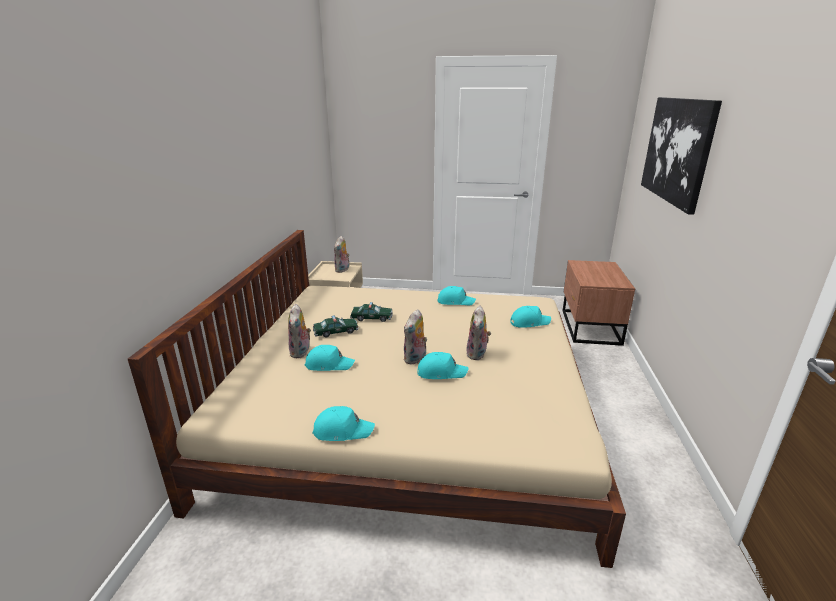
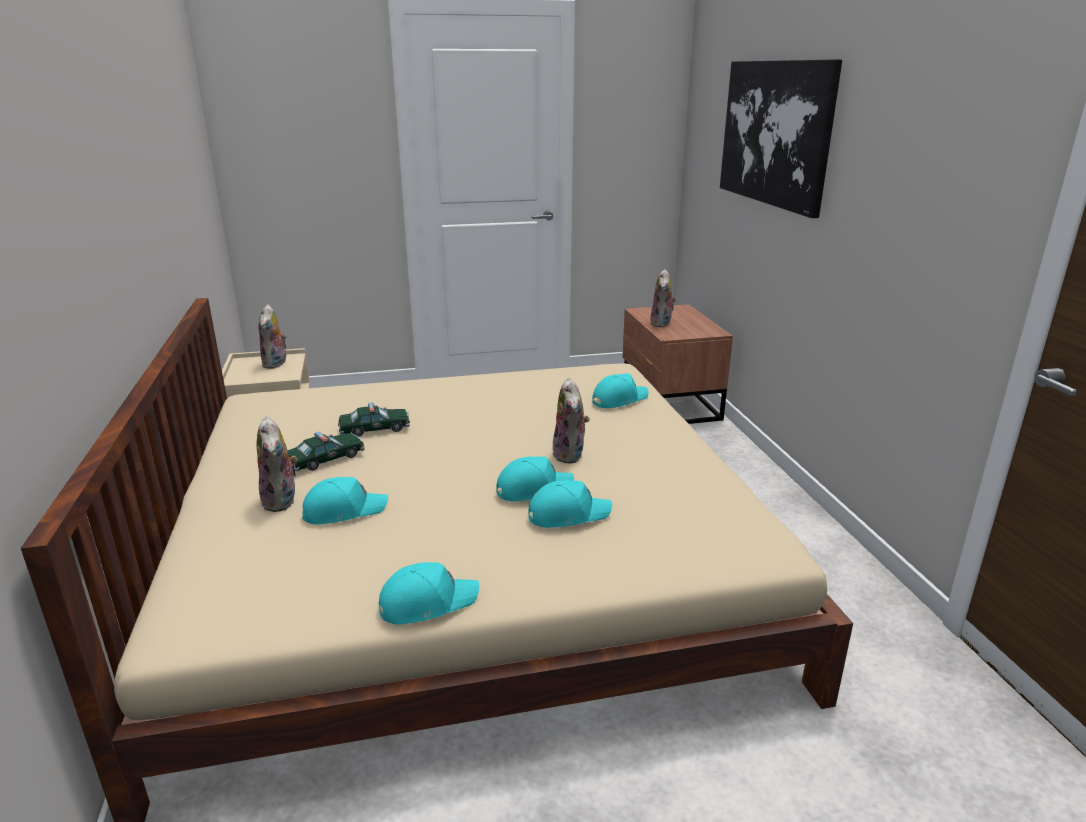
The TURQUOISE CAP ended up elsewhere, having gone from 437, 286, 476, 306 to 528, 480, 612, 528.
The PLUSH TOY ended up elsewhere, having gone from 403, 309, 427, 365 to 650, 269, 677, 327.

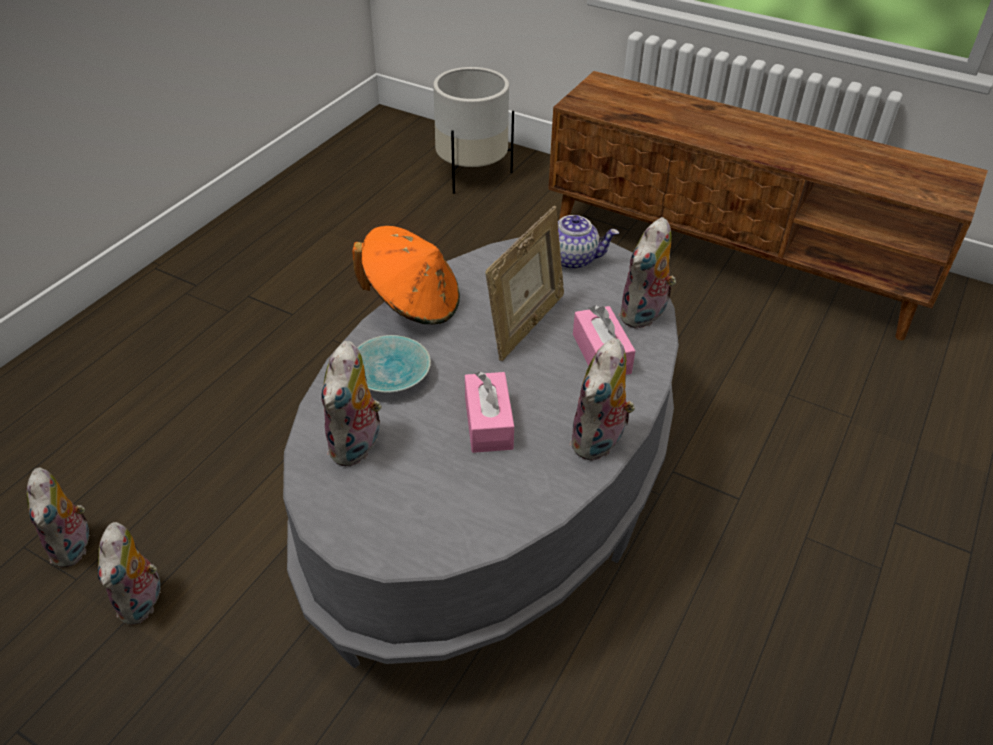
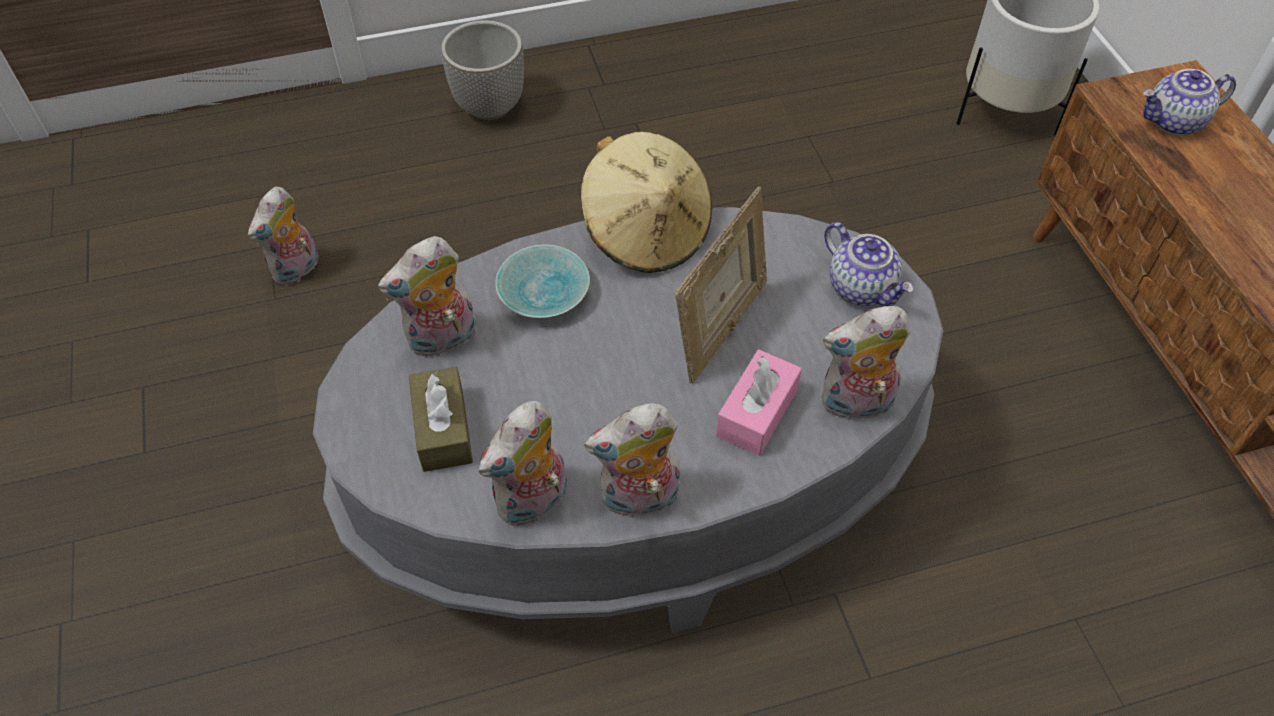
The PICTURE FRAME at 485, 206, 564, 361 ended up facing another way, 45 degrees counterclockwise from before.
What was the ORANGE HAT at 352, 226, 460, 325 turned into the BEIGE HAT at 581, 132, 712, 273.
The second view lost the PINK TISSUE BOX at 465, 371, 514, 453.
The PLUSH TOY ended up elsewhere, having gone from 98, 522, 165, 625 to 479, 401, 567, 527.
The second view gained the PLANTER at 441, 20, 524, 120.
The second view gained the TEAPOT at 1143, 69, 1236, 135.
The second view gained the BROWN TISSUE BOX at 409, 367, 473, 472.

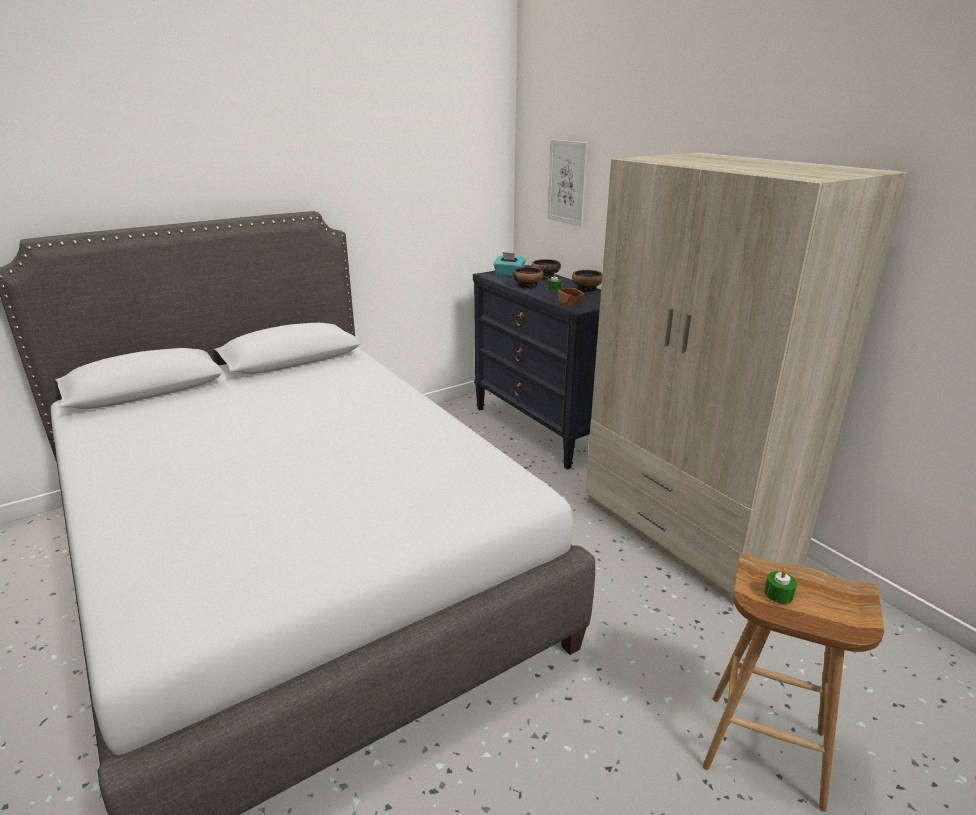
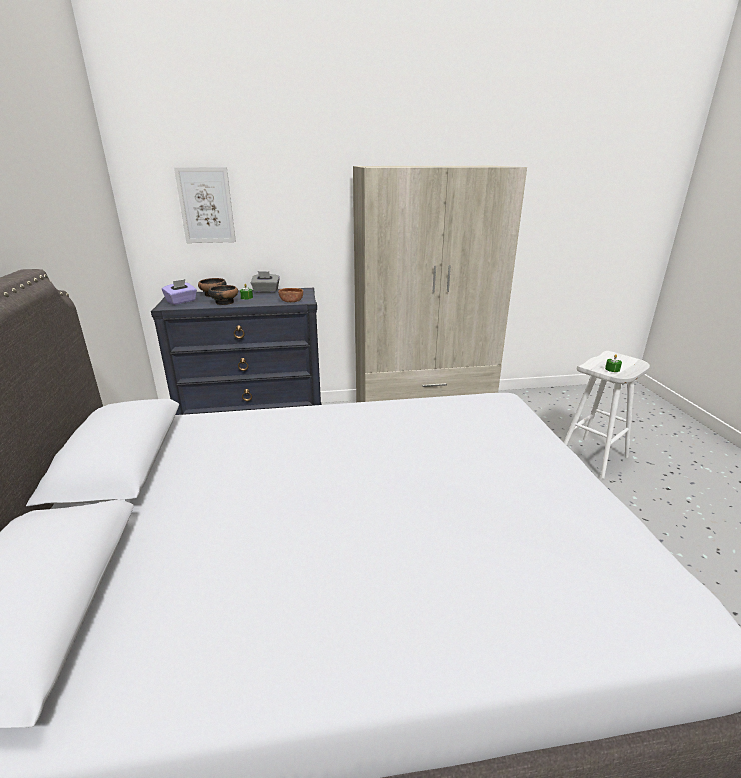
What was the TURQUOISE TISSUE BOX at 493, 252, 526, 276 turned into the PURPLE TISSUE BOX at 162, 279, 197, 305.
Where the BOWL stood at 572, 270, 602, 292, the GREY TISSUE BOX came to stand at 251, 271, 280, 293.
What was the BROWN STOOL at 703, 552, 884, 812 turned into the WHITE STOOL at 564, 351, 650, 479.

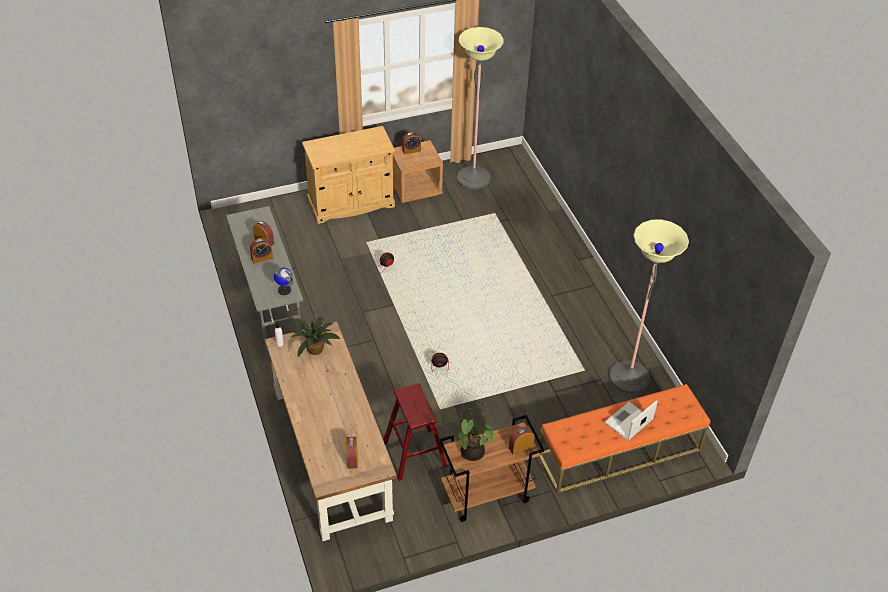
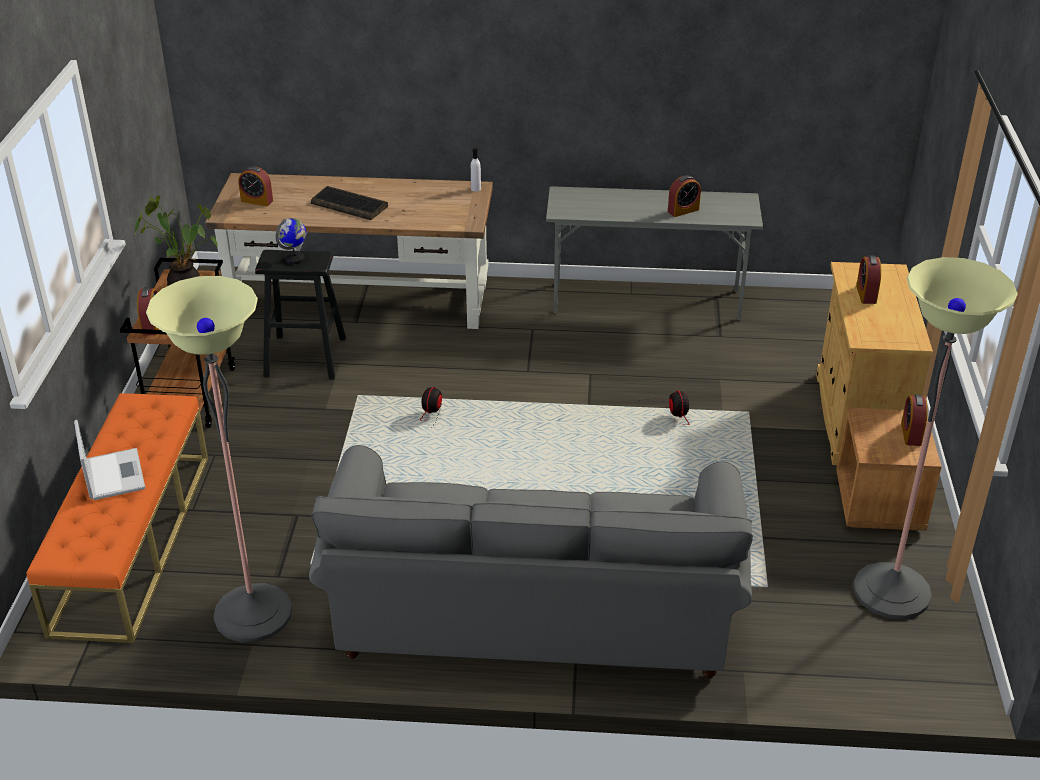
The ALARM CLOCK ended up elsewhere, having gone from 250, 238, 273, 264 to 856, 255, 881, 304.
The GLOBE ended up elsewhere, having gone from 274, 267, 293, 295 to 276, 218, 306, 264.
The second view lost the POTTED PLANT at 289, 317, 340, 357.
What was the RED STOOL at 383, 384, 447, 481 turned into the BLACK STOOL at 255, 250, 346, 380.
The second view gained the KEYBOARD at 311, 186, 388, 220.
The second view gained the GREY SOFA at 309, 445, 753, 678.

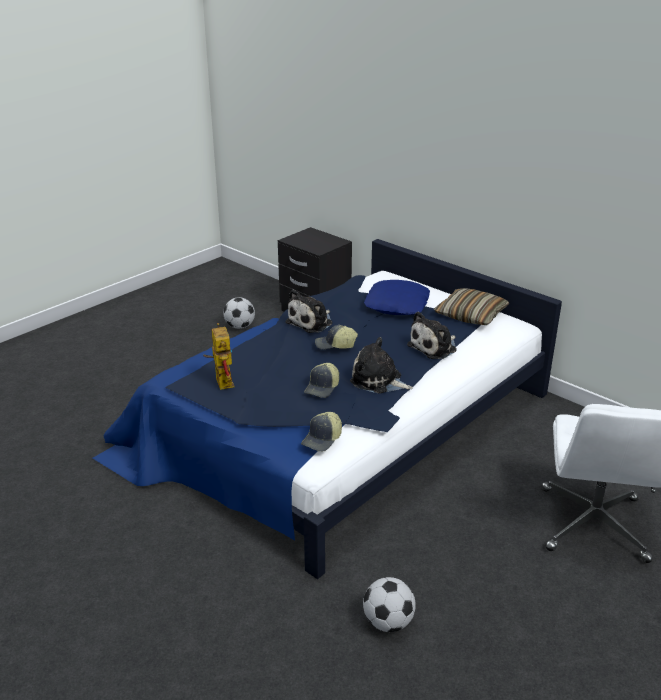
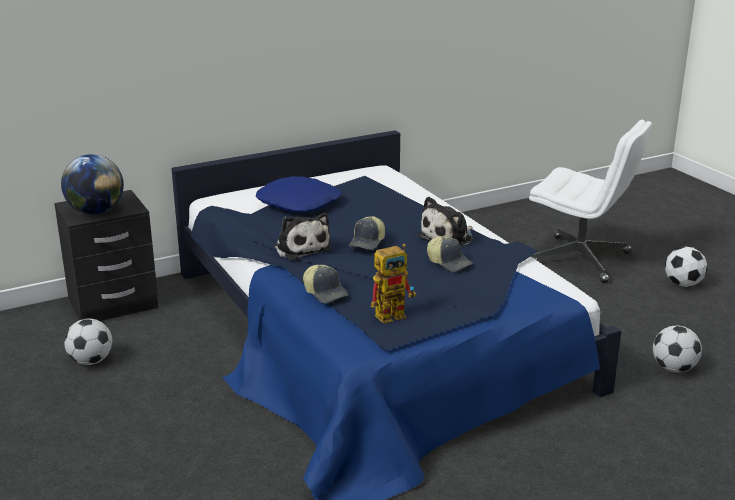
The second view lost the PILLOW at 434, 288, 509, 325.
The second view lost the PLUSH TOY at 407, 311, 457, 359.
The TOY ROBOT at 203, 323, 234, 390 ended up facing another way, 150 degrees clockwise from before.
The CAP ended up elsewhere, having gone from 301, 412, 342, 452 to 303, 265, 348, 303.
The second view gained the GLOBE at 61, 154, 124, 215.
The second view gained the FOOTBALL at 665, 246, 707, 287.

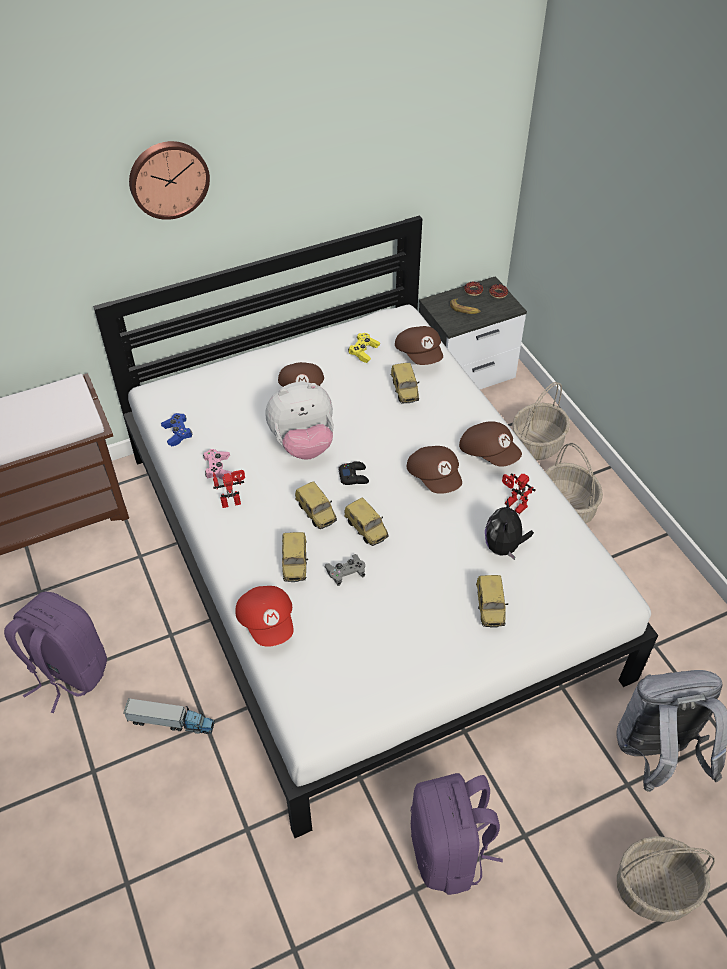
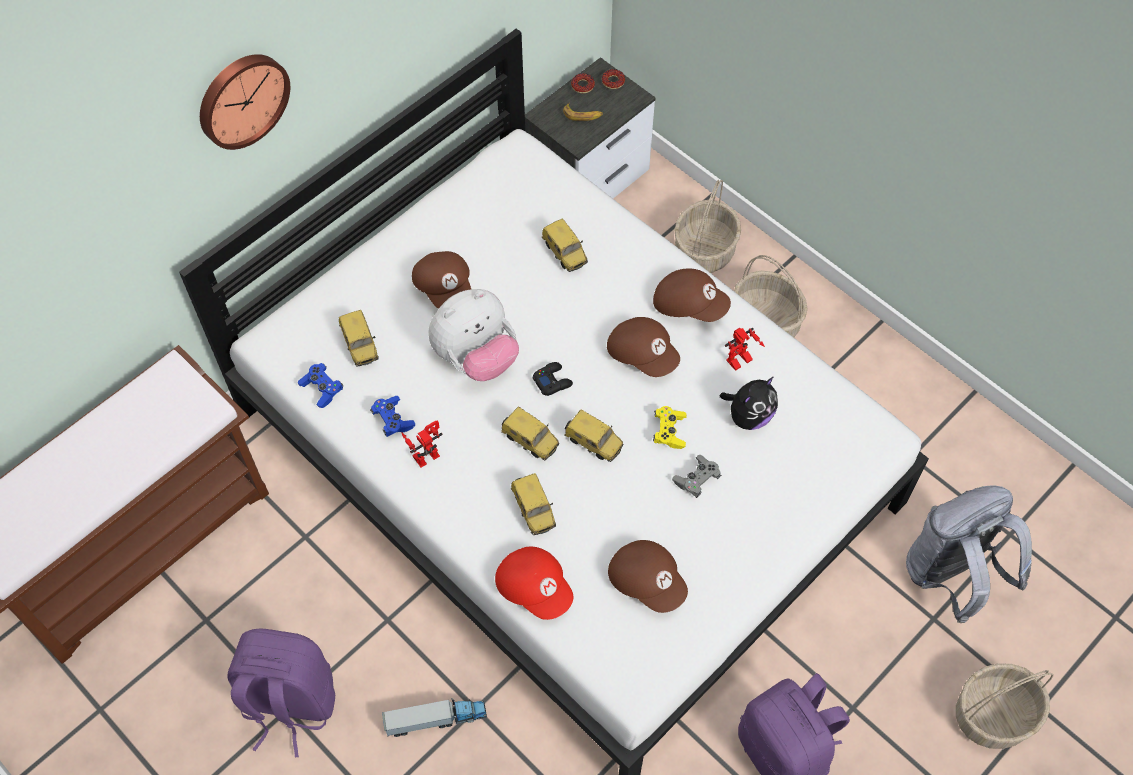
The BROWN CAP ended up elsewhere, having gone from 395, 326, 443, 365 to 608, 540, 688, 613.
The YELLOW GAME CONTROLLER ended up elsewhere, having gone from 348, 333, 380, 363 to 653, 406, 687, 449.
What was the PINK GAME CONTROLLER at 203, 449, 232, 480 turned into the BLUE GAME CONTROLLER at 370, 396, 415, 437.
The TOY ROBOT at 502, 473, 536, 514 ended up facing another way, 60 degrees counterclockwise from before.
The PLUSH TOY at 485, 499, 534, 560 ended up facing another way, 120 degrees counterclockwise from before.
The GREY GAME CONTROLLER ended up elsewhere, having gone from 324, 554, 365, 586 to 672, 455, 722, 498.
The TOY CAR ended up elsewhere, having gone from 476, 575, 508, 628 to 339, 310, 379, 366.

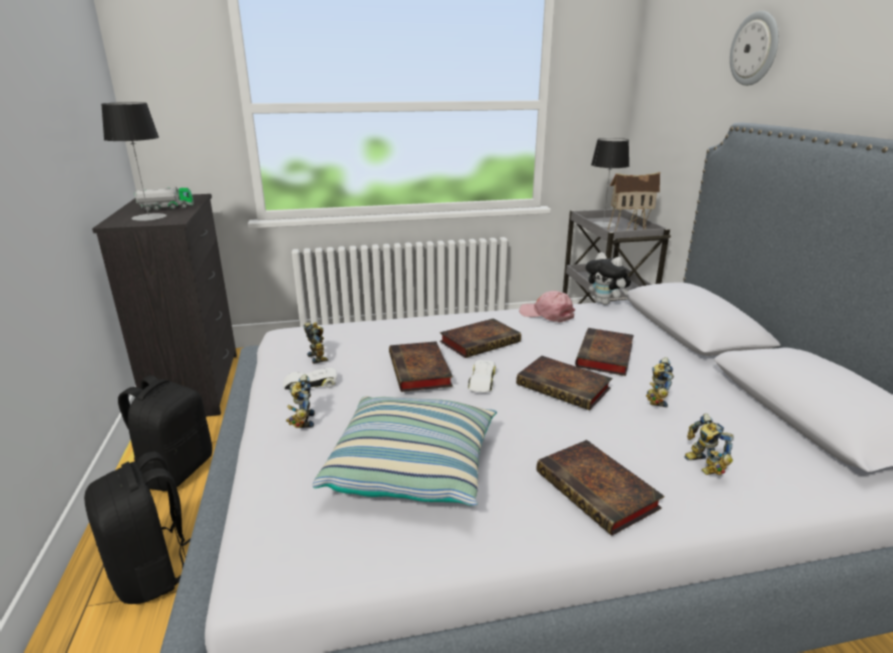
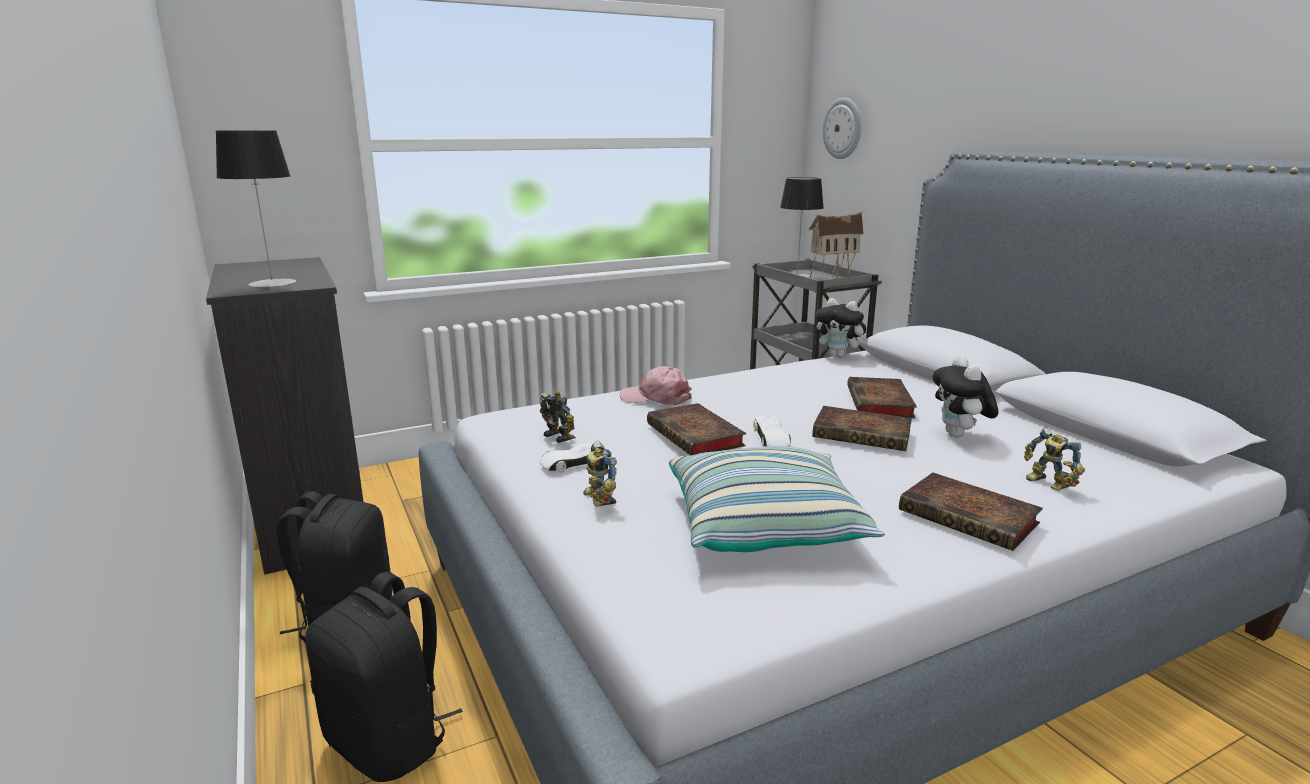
The WALL CLOCK ended up elsewhere, having gone from 730, 11, 779, 86 to 823, 98, 862, 159.
The second view lost the TOY TRUCK at 134, 187, 194, 211.
The PINK CAP ended up elsewhere, having gone from 519, 291, 575, 322 to 620, 366, 692, 405.
The second view lost the BOOK at 440, 319, 521, 358.
Where the TOY ROBOT stood at 646, 357, 674, 407, the PLUSH TOY came to stand at 933, 356, 998, 438.

